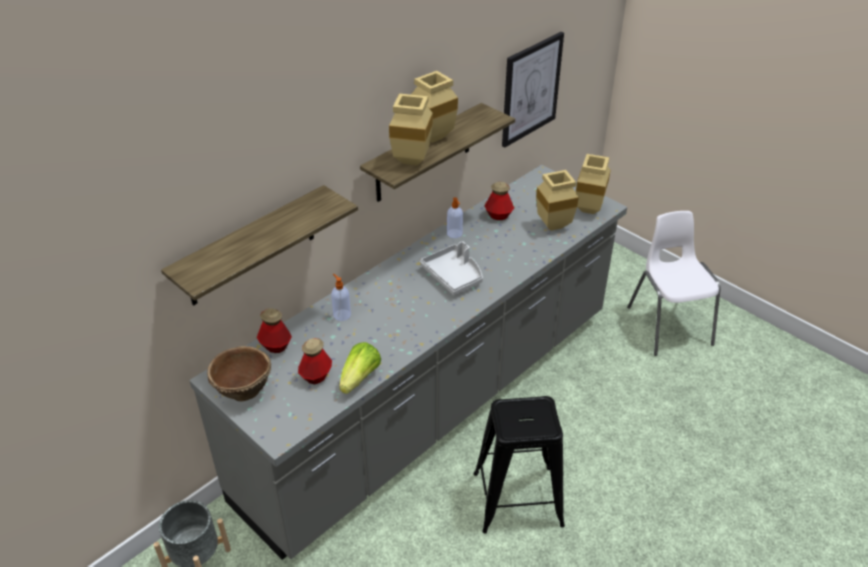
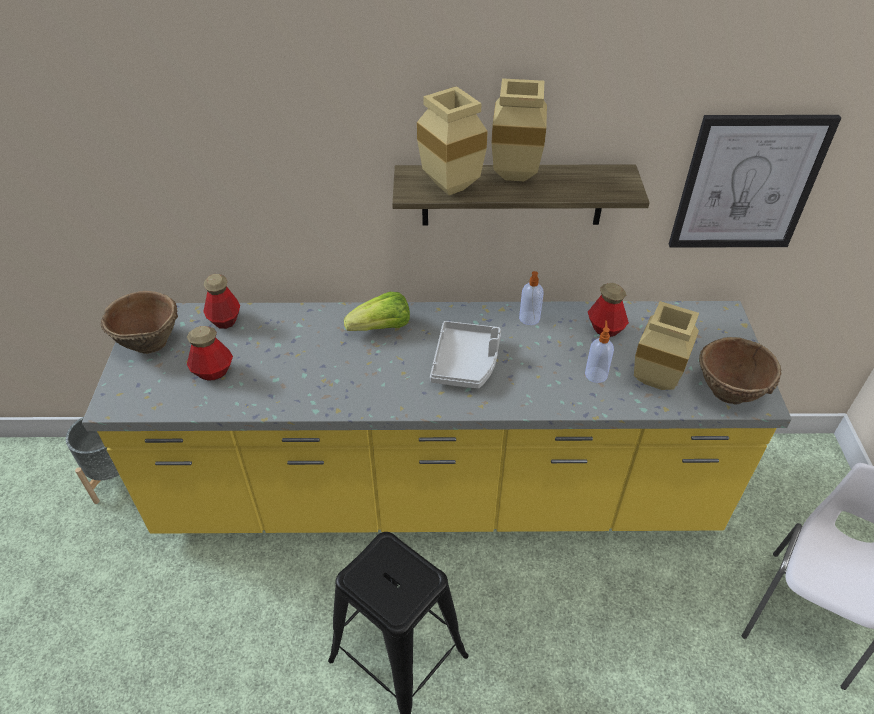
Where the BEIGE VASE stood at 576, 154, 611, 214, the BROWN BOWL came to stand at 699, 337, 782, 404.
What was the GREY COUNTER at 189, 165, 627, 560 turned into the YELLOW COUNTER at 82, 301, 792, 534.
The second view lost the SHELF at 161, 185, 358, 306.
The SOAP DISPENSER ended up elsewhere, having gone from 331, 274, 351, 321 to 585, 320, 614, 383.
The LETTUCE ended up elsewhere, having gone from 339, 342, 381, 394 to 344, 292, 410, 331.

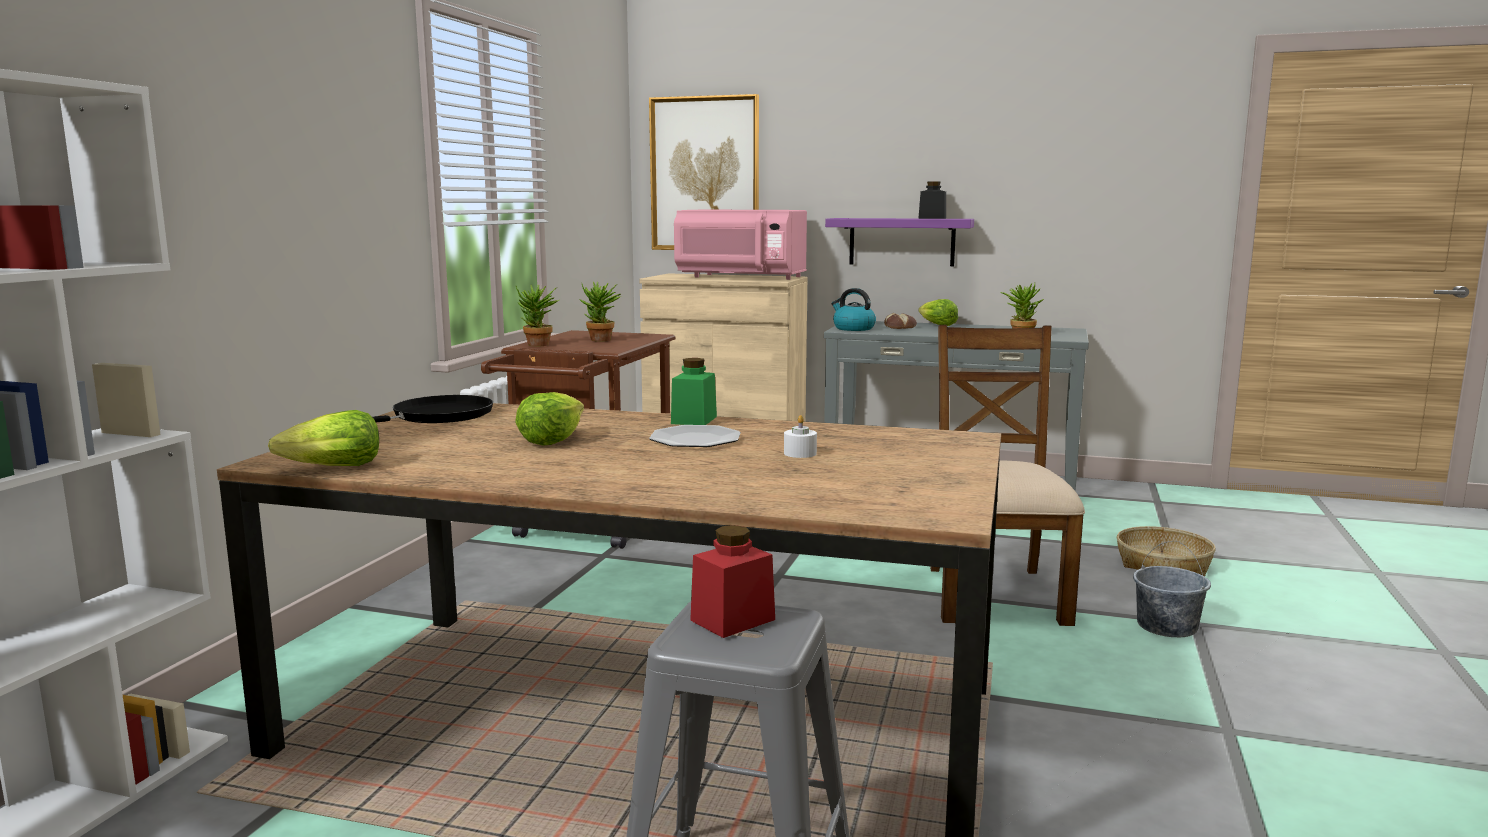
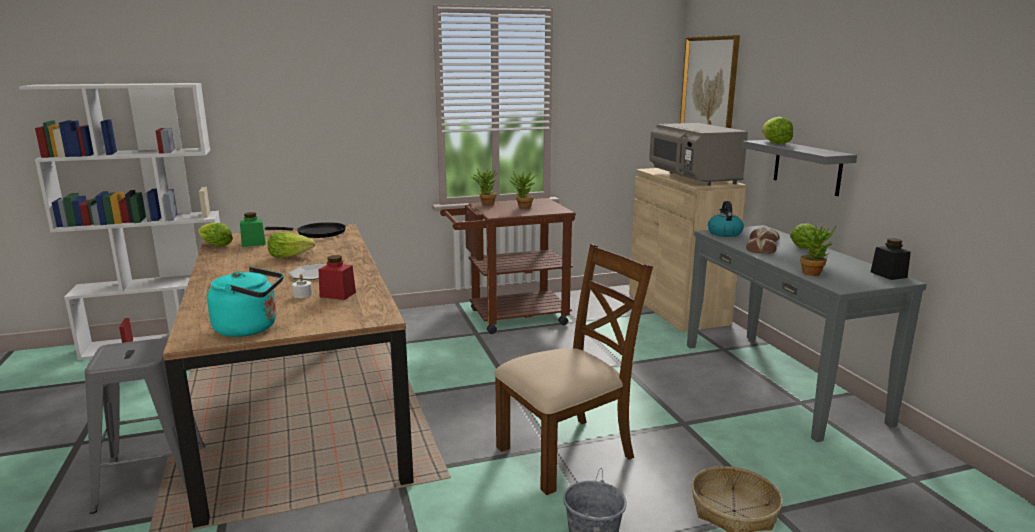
The BLACK JAR ended up elsewhere, having gone from 918, 181, 946, 219 to 871, 238, 911, 280.
What was the PINK MICROWAVE at 674, 210, 807, 280 turned into the GREY MICROWAVE at 649, 123, 748, 186.
What was the PURPLE SHELF at 825, 218, 974, 266 turned into the GREY SHELF at 742, 140, 857, 196.
The GREEN JAR ended up elsewhere, having gone from 671, 358, 717, 425 to 240, 212, 266, 247.
The RED JAR ended up elsewhere, having gone from 690, 525, 775, 638 to 319, 255, 356, 300.
The second view gained the LETTUCE at 762, 117, 793, 144.
The second view gained the BREAD at 746, 238, 776, 254.
The second view gained the TURQUOISE KETTLE at 207, 267, 283, 337.

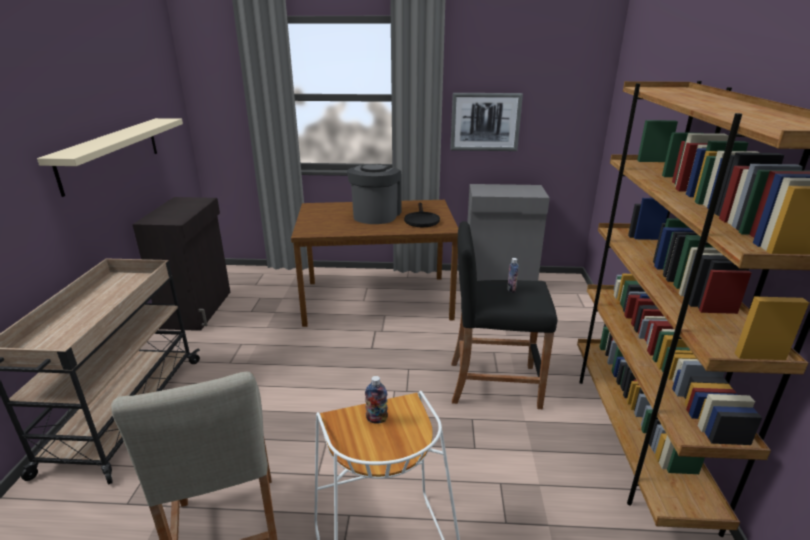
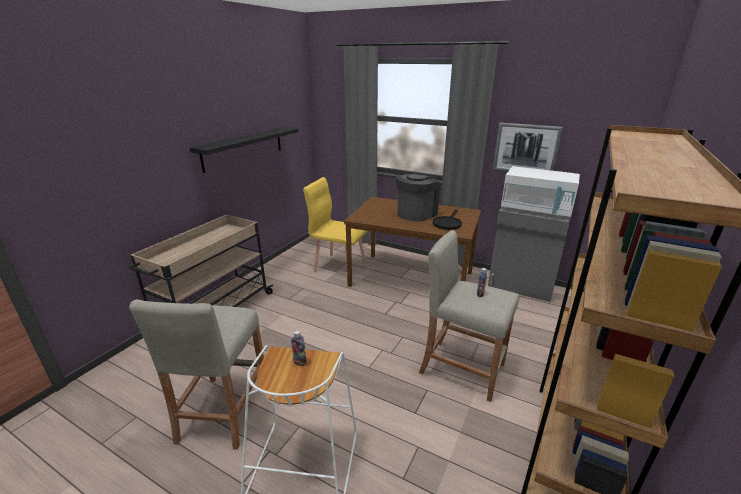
What was the BEIGE SHELF at 37, 118, 183, 197 turned into the BLACK SHELF at 189, 127, 298, 173.
The second view lost the BLACK CABINET at 132, 197, 230, 331.
What was the BLACK STOOL at 451, 221, 557, 409 turned into the BEIGE STOOL at 419, 230, 520, 402.
The second view gained the WHITE MICROWAVE at 501, 166, 580, 217.
The second view gained the YELLOW CHAIR at 303, 177, 367, 272.

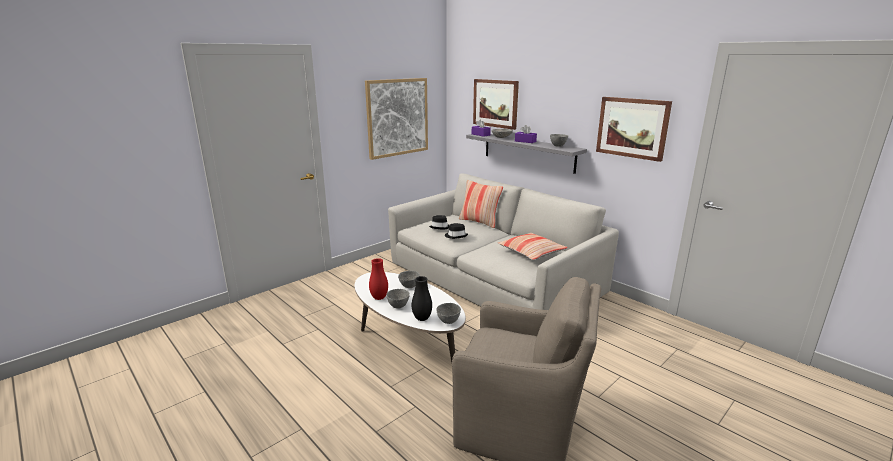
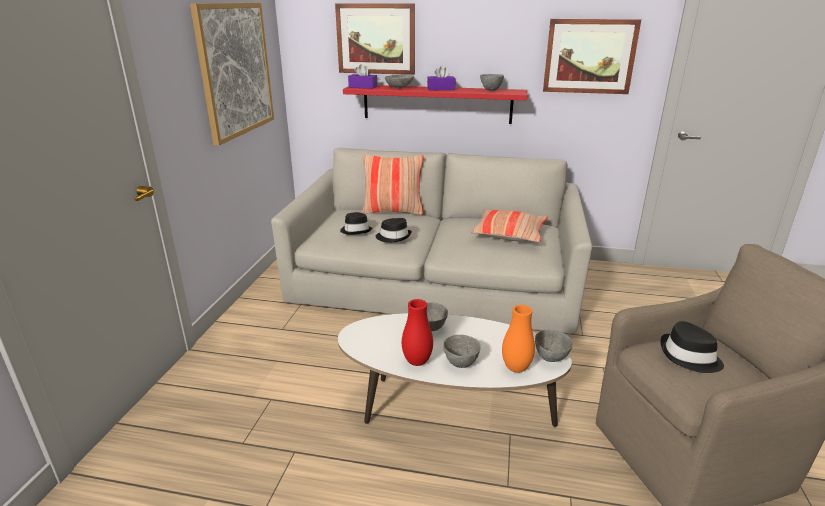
What was the GREY SHELF at 466, 134, 587, 174 turned into the RED SHELF at 343, 85, 528, 124.
What was the BLACK VASE at 412, 276, 432, 321 turned into the ORANGE VASE at 502, 305, 535, 373.
The second view gained the BLACK HAT at 660, 321, 724, 373.

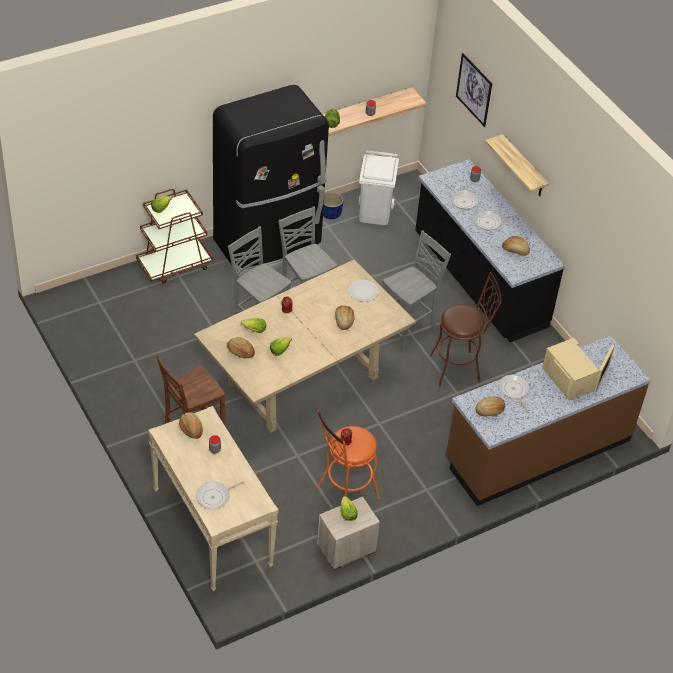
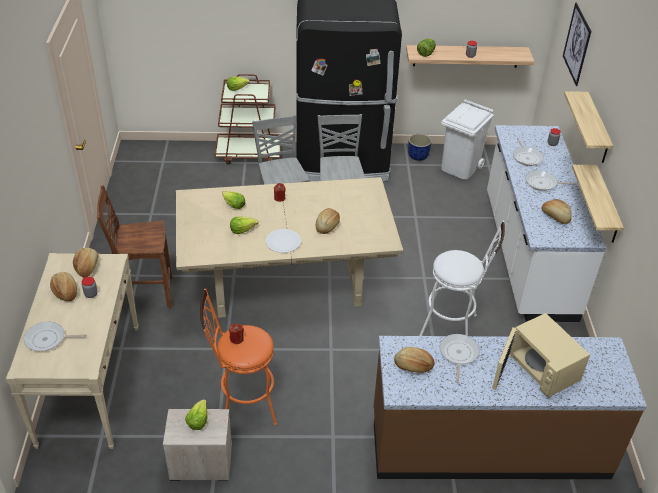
What was the BLACK COUNTER at 415, 159, 565, 342 turned into the WHITE COUNTER at 487, 125, 606, 322.
The second view lost the GREY CHAIR at 383, 230, 451, 350.
What was the BROWN STOOL at 430, 272, 502, 387 turned into the WHITE STOOL at 419, 221, 505, 336.
The WHITE PLATE ended up elsewhere, having gone from 348, 280, 379, 302 to 266, 229, 301, 253.
The BREAD ended up elsewhere, having gone from 227, 337, 255, 358 to 50, 272, 77, 301.
The BEIGE MICROWAVE at 542, 338, 615, 401 ended up facing another way, 150 degrees clockwise from before.
The second view gained the SHELF at 572, 165, 624, 243.

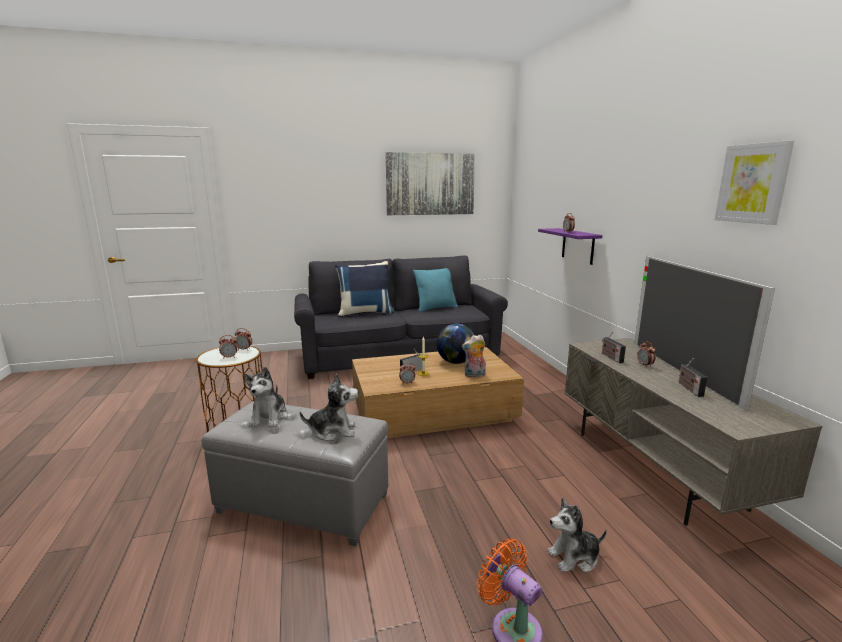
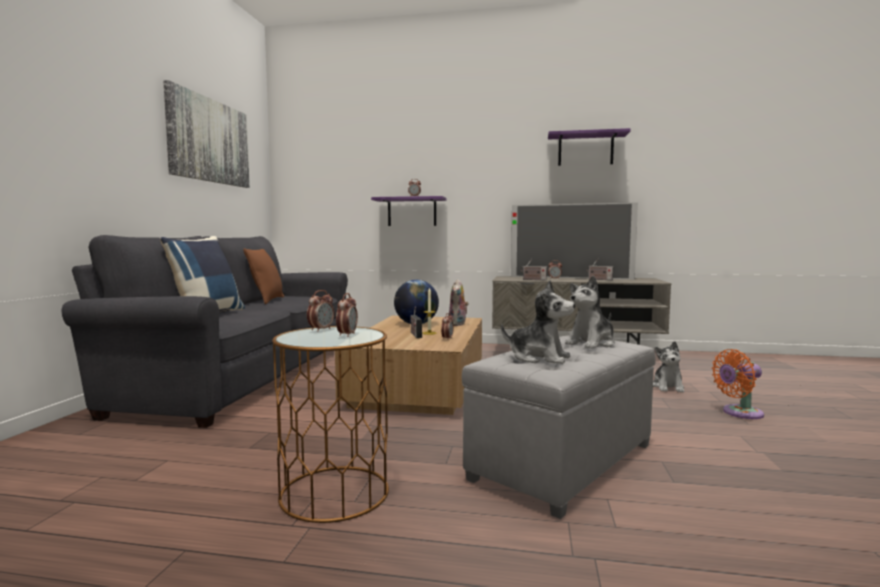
Where the PICTURE hung at 715, 140, 794, 225, the PURPLE SHELF came to hang at 548, 128, 631, 166.
What was the TURQUOISE PILLOW at 413, 268, 458, 312 turned into the BROWN PILLOW at 243, 248, 284, 304.
The PLUSH TOY at 300, 374, 358, 441 ended up facing another way, 150 degrees counterclockwise from before.

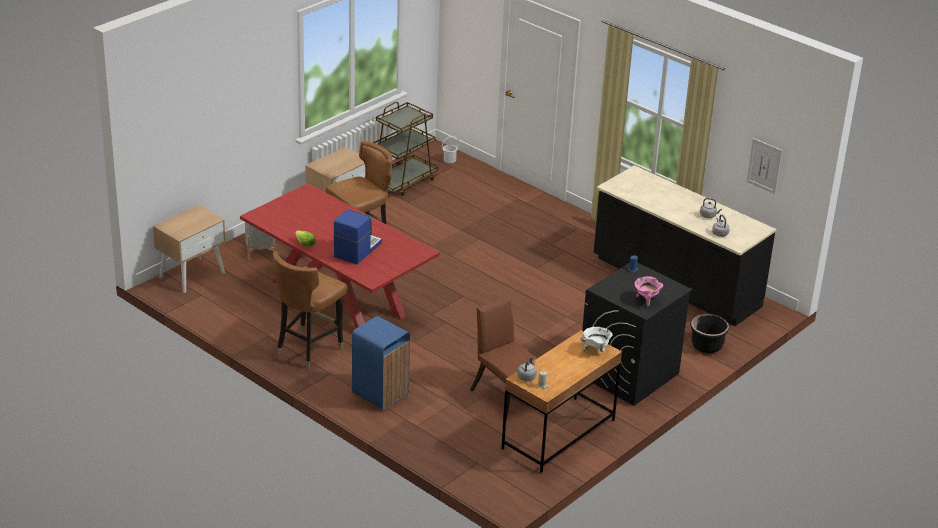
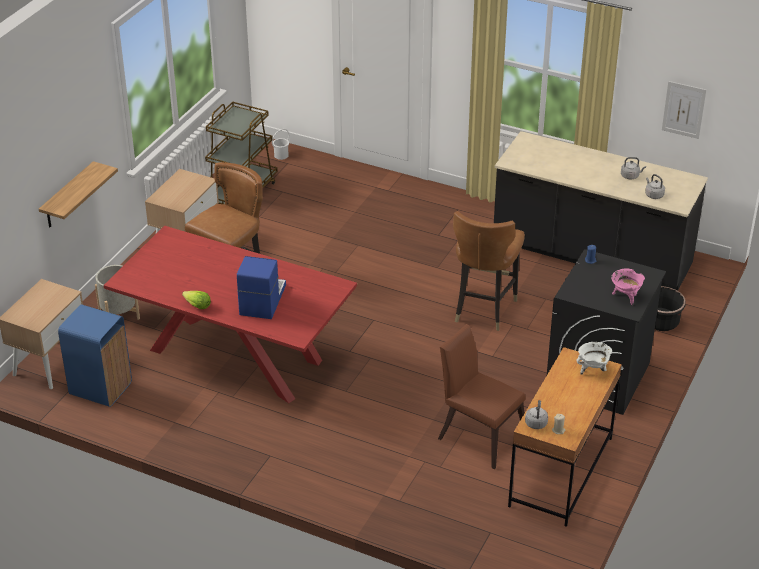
The BROWN CHAIR ended up elsewhere, having gone from 273, 251, 348, 369 to 453, 211, 525, 331.
The BLUE TRASH CAN ended up elsewhere, having gone from 352, 316, 410, 410 to 58, 304, 132, 407.
The second view gained the SHELF at 39, 161, 118, 227.

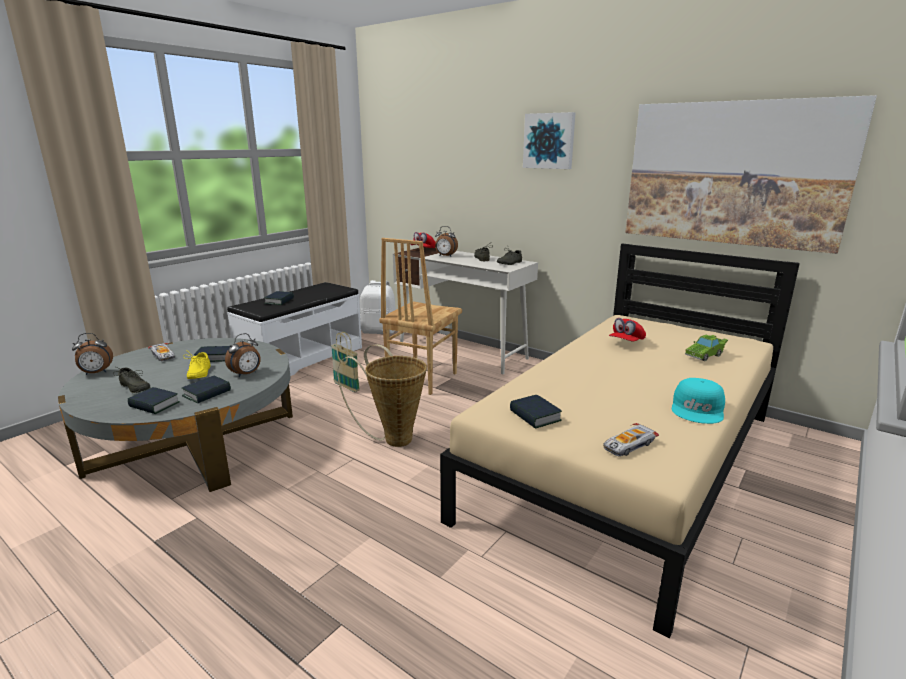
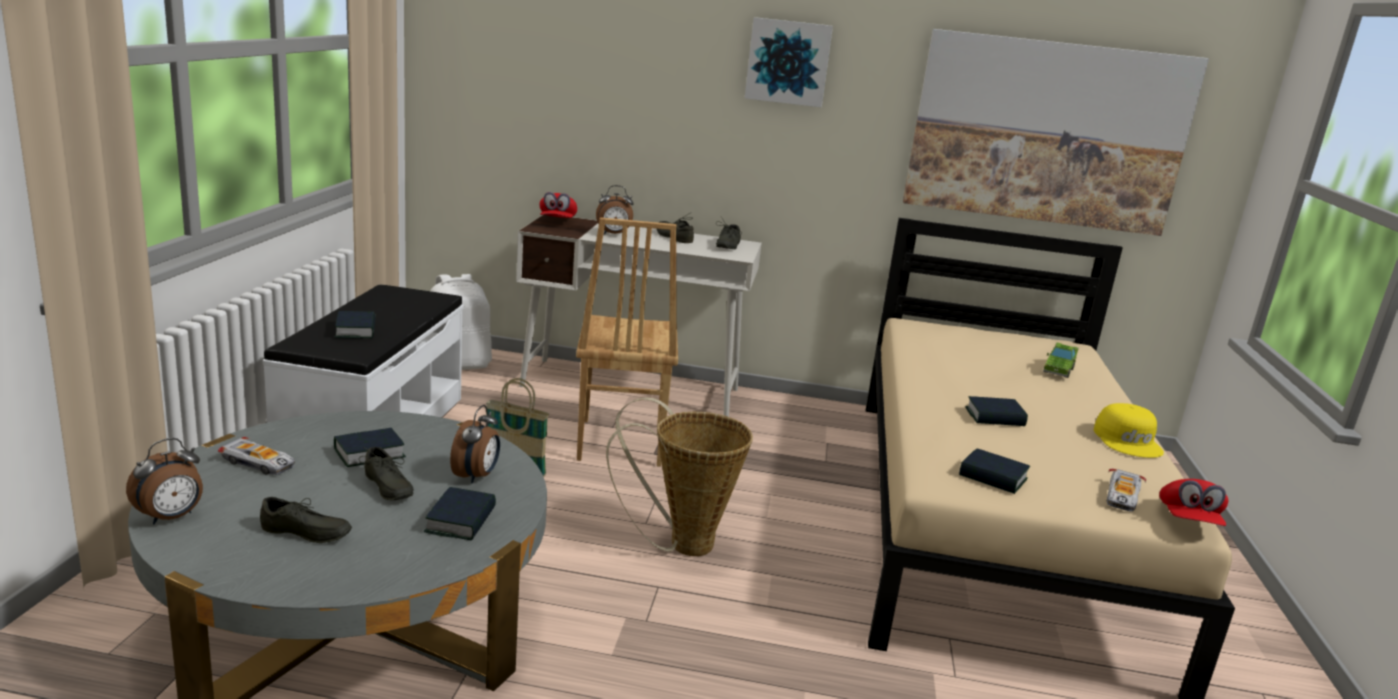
The RED CAP ended up elsewhere, having gone from 609, 318, 646, 342 to 1159, 479, 1228, 526.
What was the YELLOW SHOE at 183, 352, 211, 379 turned into the GREY SHOE at 359, 447, 414, 500.
What was the TURQUOISE CAP at 672, 378, 725, 424 turned into the YELLOW CAP at 1094, 403, 1164, 458.
The BOOK ended up elsewhere, having gone from 128, 387, 180, 414 to 966, 396, 1028, 426.

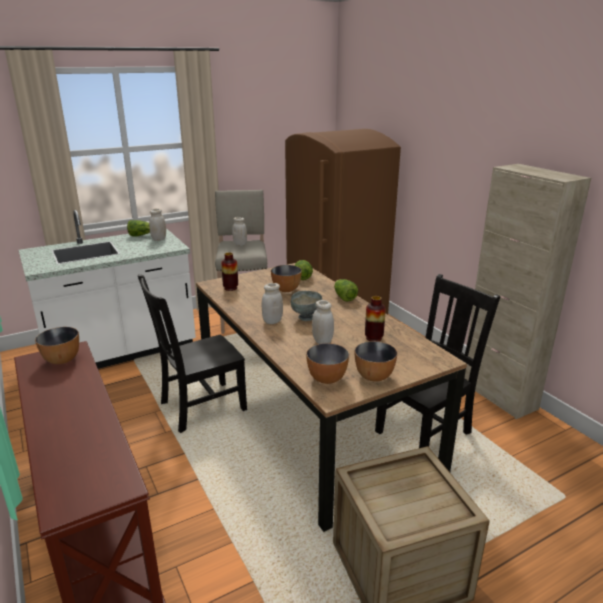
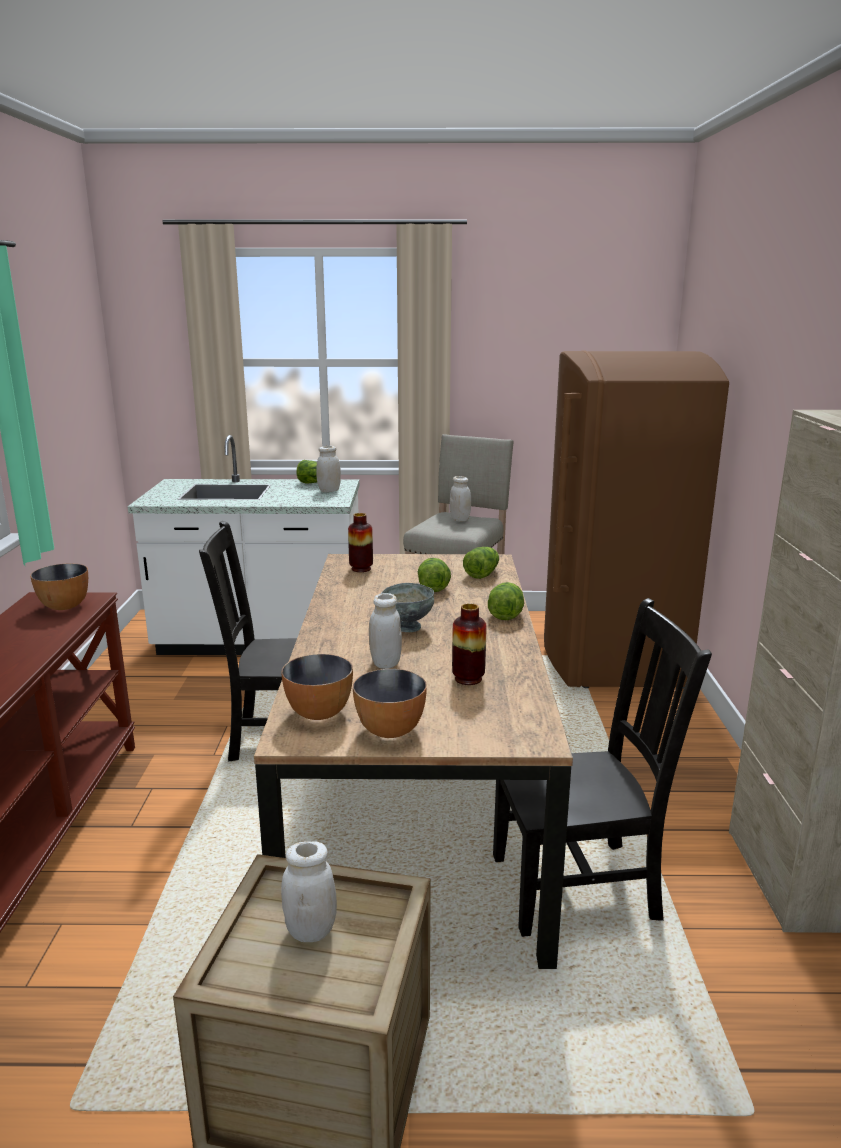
Where the BOWL stood at 271, 265, 302, 292, the LETTUCE came to stand at 418, 558, 451, 592.
The WHITE JAR ended up elsewhere, having gone from 261, 283, 283, 324 to 281, 841, 337, 942.

